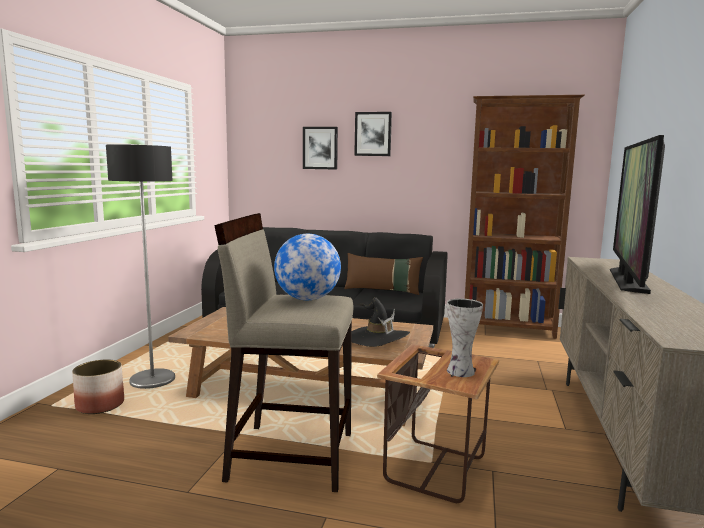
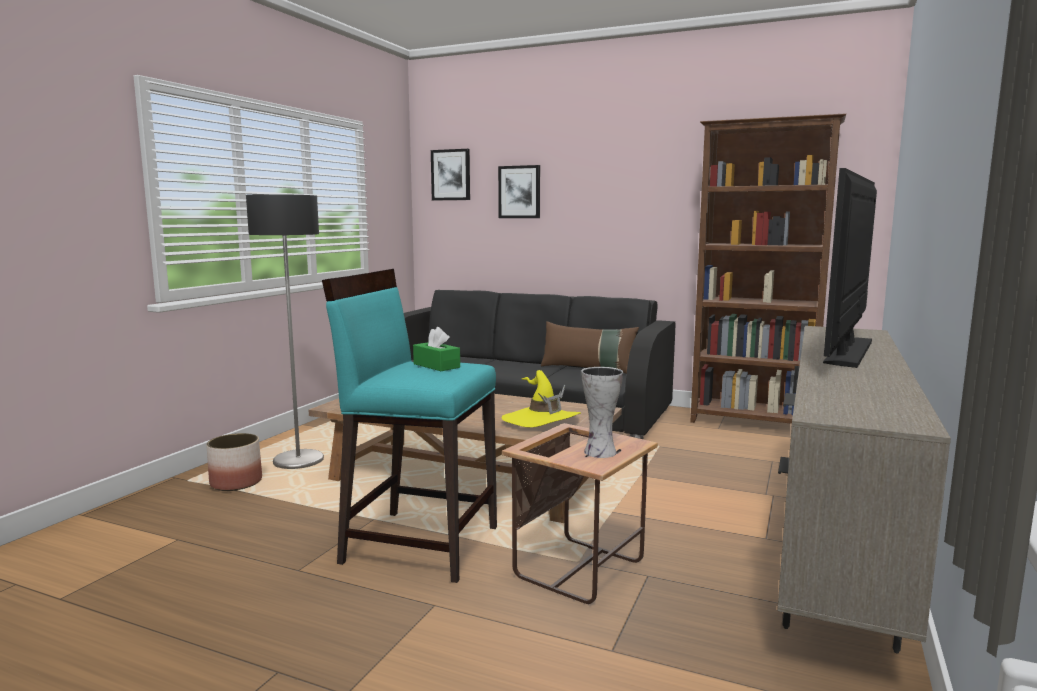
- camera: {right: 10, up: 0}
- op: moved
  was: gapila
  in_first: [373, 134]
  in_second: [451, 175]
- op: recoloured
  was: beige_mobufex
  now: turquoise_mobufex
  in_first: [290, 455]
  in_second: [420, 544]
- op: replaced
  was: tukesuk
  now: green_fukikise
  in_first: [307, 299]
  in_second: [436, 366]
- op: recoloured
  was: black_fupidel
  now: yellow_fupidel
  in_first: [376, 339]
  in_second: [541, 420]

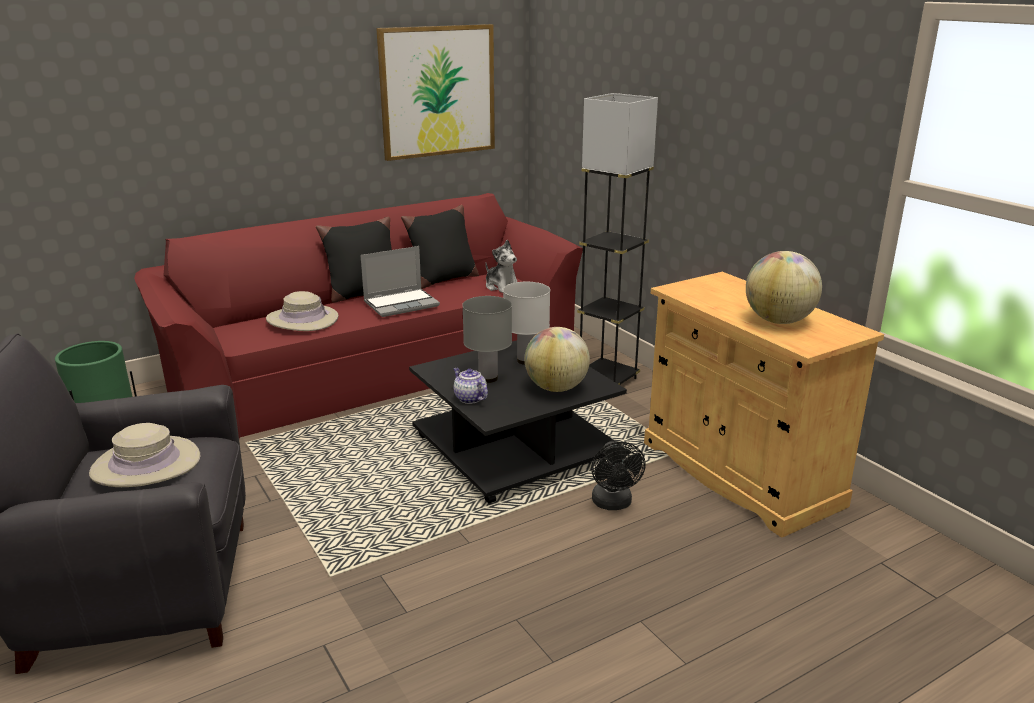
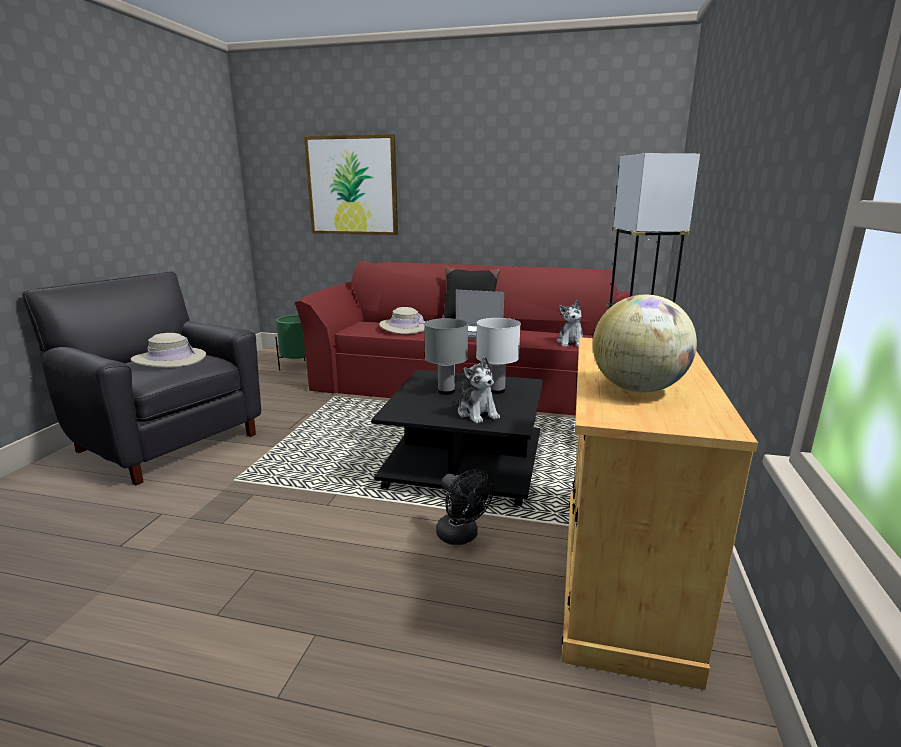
- camera: {right: 45, up: -5}
- op: moved
  was: gapila
  in_first: [437, 91]
  in_second: [352, 186]
- op: removed
  was: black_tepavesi
  in_first: [443, 280]
- op: replaced
  was: tukesuk
  now: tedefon
  in_first: [556, 388]
  in_second: [477, 413]
- op: removed
  was: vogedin
  in_first: [469, 398]
- op: turned
  was: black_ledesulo
  in_first: [613, 504]
  in_second: [461, 536]
  clockwise: -75

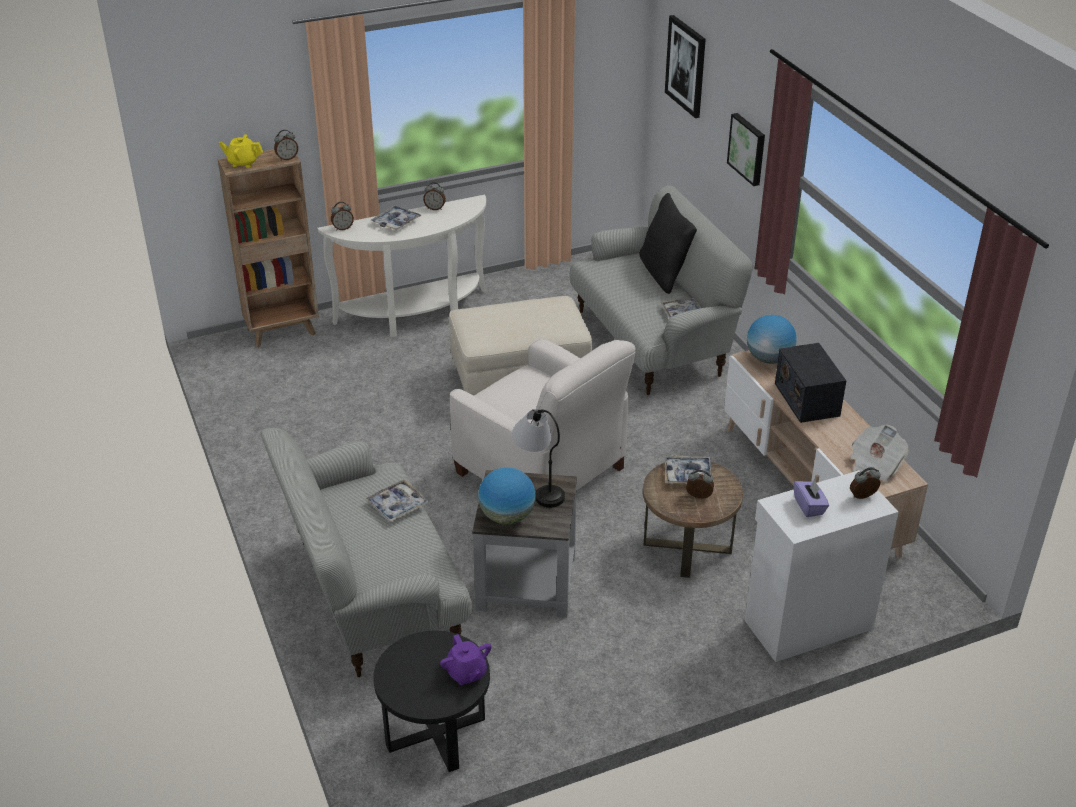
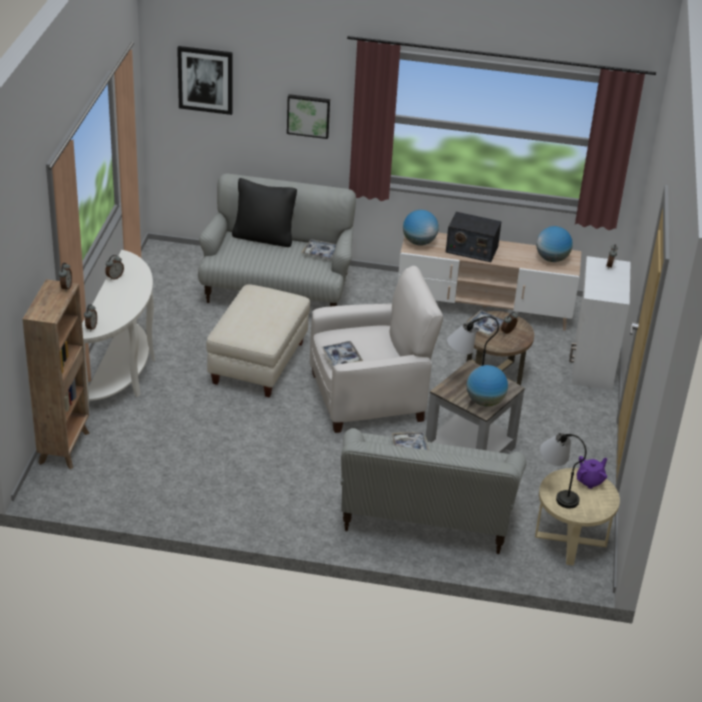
- camera: {right: -60, up: 0}
- op: removed
  was: yellow_vogedin
  in_first: [243, 163]
- op: moved
  was: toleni
  in_first: [396, 222]
  in_second: [341, 357]
- op: replaced
  was: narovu
  now: tukesuk
  in_first: [874, 466]
  in_second: [552, 259]
- op: removed
  was: purple_fukikise
  in_first: [809, 506]
- op: recoloured
  was: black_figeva
  now: beige_figeva
  in_first: [435, 732]
  in_second: [570, 539]
- op: turned
  was: purple_vogedin
  in_first: [466, 673]
  in_second: [590, 481]
  clockwise: -45
- op: added
  now: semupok
  in_second: [556, 491]

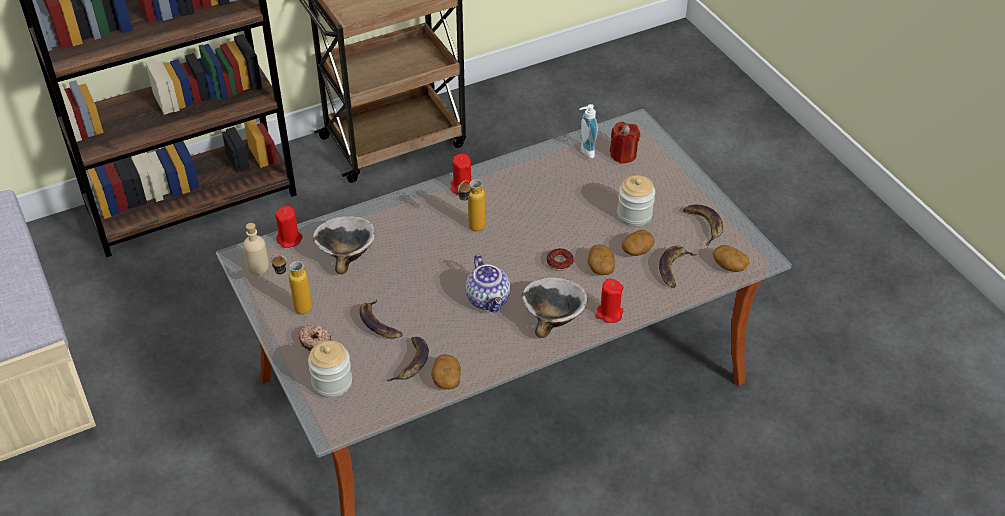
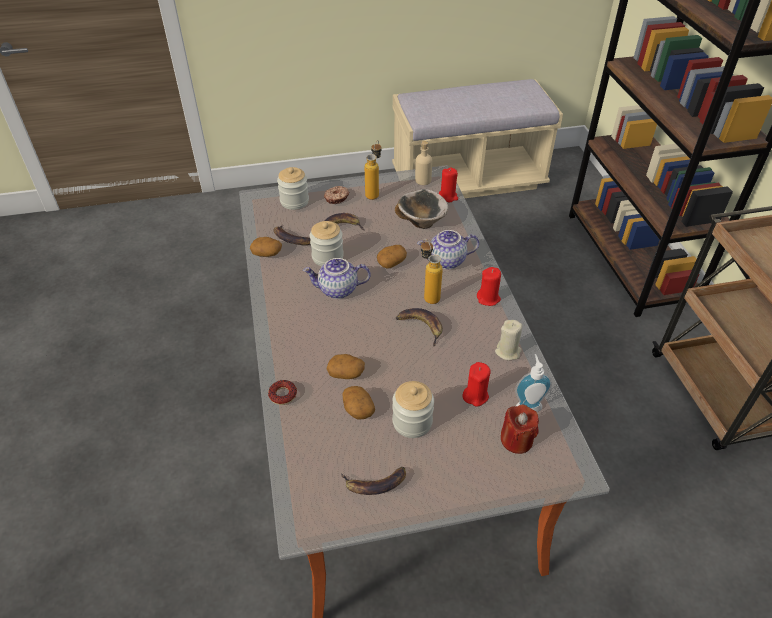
- camera: {right: 105, up: 0}
- op: moved
  was: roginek
  in_first: [673, 268]
  in_second: [421, 326]
- op: moved
  was: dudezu
  in_first: [729, 265]
  in_second: [391, 262]
- op: moved
  was: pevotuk
  in_first: [559, 262]
  in_second: [283, 395]
- op: removed
  was: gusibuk
  in_first: [553, 317]
- op: moved
  was: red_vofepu
  in_first: [609, 313]
  in_second: [475, 395]
- op: added
  now: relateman
  in_second: [327, 257]
- op: added
  now: vogedin
  in_second: [446, 261]
- op: added
  now: beige_vofepu
  in_second: [508, 352]

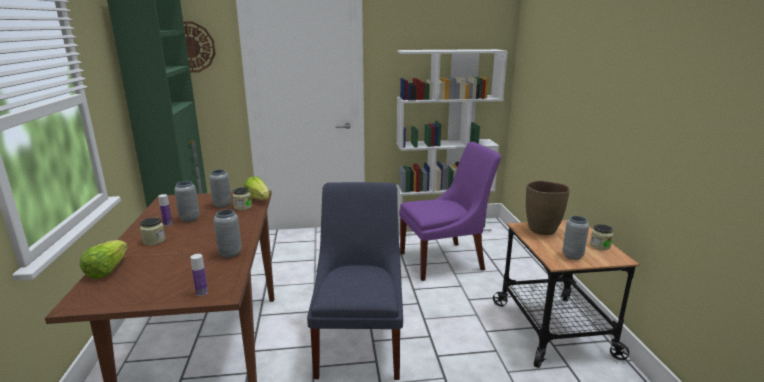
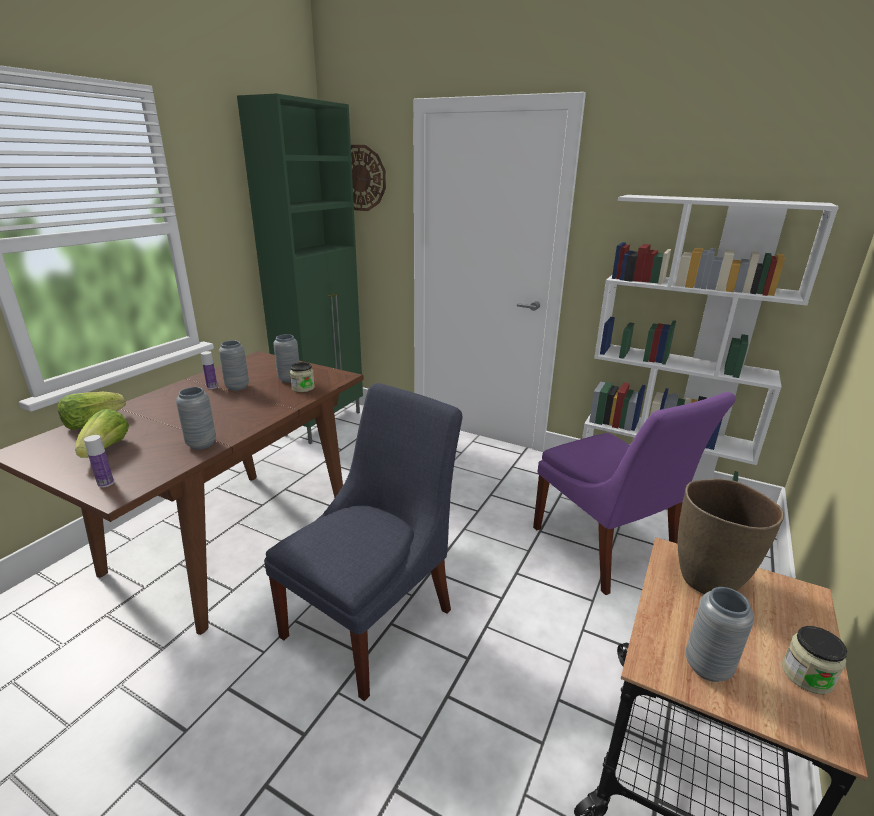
- camera: {right: 35, up: 5}
- op: turned
  was: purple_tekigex
  in_first: [445, 260]
  in_second: [606, 548]
  clockwise: 45
- op: moved
  was: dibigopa
  in_first: [258, 199]
  in_second: [106, 449]
- op: removed
  was: relateman
  in_first: [154, 241]

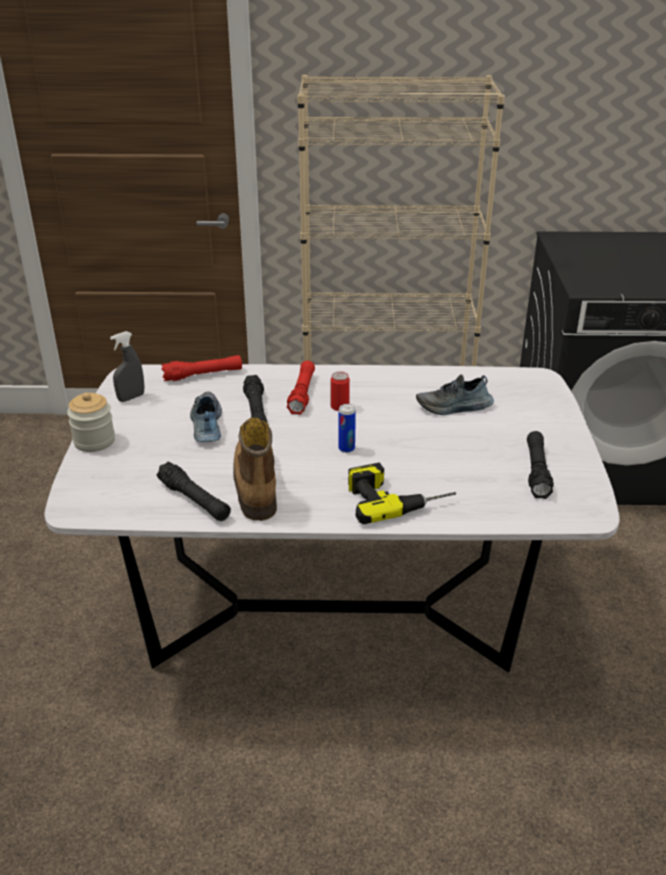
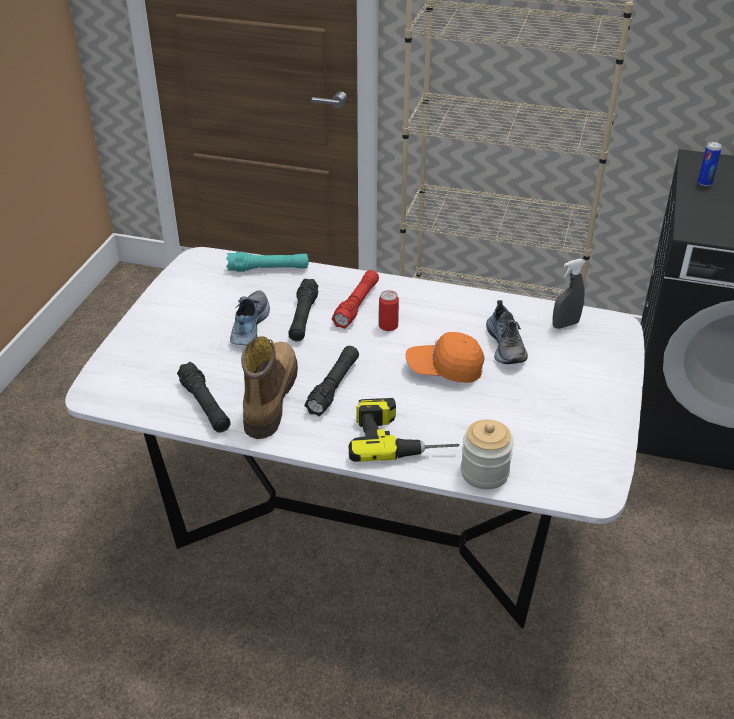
- camera: {right: 15, up: 5}
- op: moved
  was: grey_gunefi
  in_first: [131, 397]
  in_second: [565, 324]
- op: recoloured
  was: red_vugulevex
  now: turquoise_vugulevex
  in_first: [203, 375]
  in_second: [268, 269]
- op: turned
  was: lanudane
  in_first: [454, 407]
  in_second: [506, 346]
  clockwise: -105
- op: moved
  was: relateman
  in_first: [94, 441]
  in_second: [484, 473]
- op: moved
  was: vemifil
  in_first: [346, 448]
  in_second: [704, 183]
- op: moved
  was: black_vugulevex
  in_first: [536, 471]
  in_second: [333, 387]
- op: added
  now: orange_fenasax
  in_second: [444, 369]

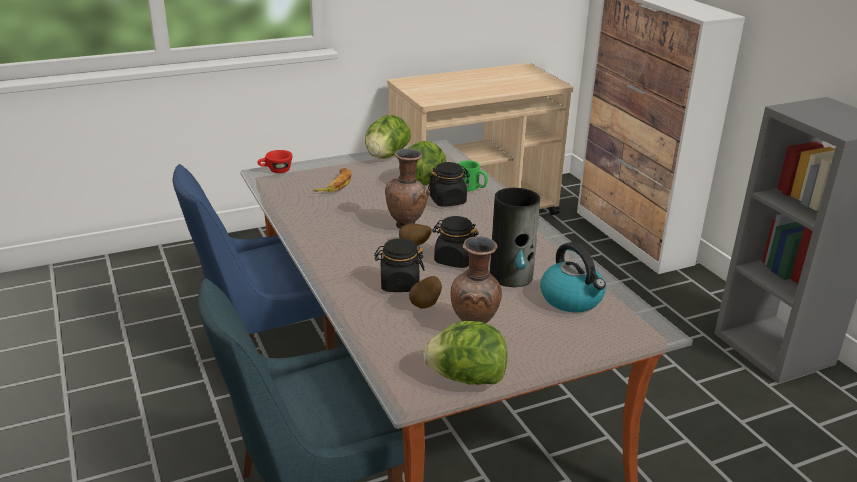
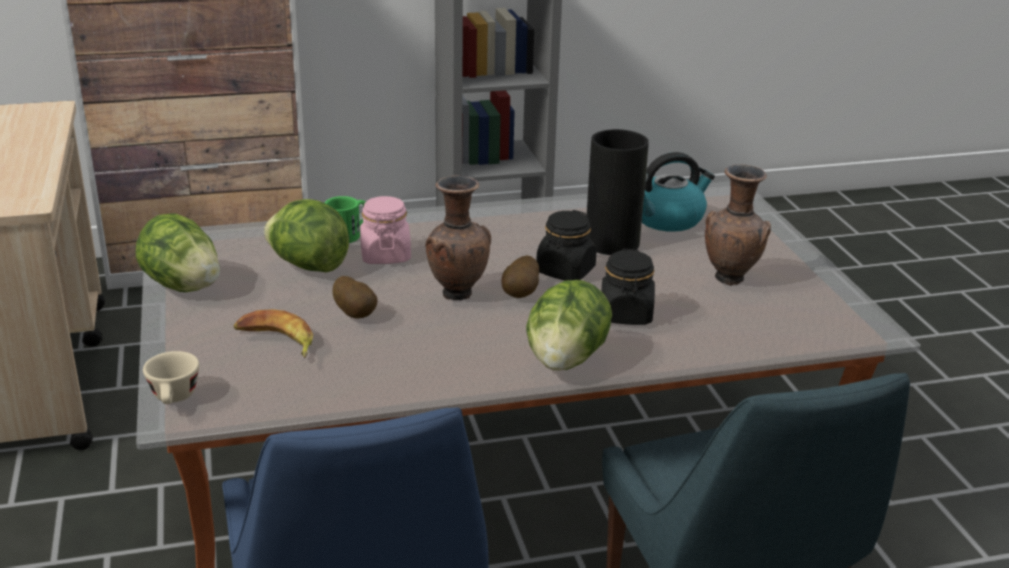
- camera: {right: -80, up: 0}
- op: recoloured
  was: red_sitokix
  now: beige_sitokix
  in_first: [276, 171]
  in_second: [174, 399]
- op: recoloured
  was: black_relateman
  now: pink_relateman
  in_first: [448, 201]
  in_second: [385, 255]
- op: moved
  was: dudezu
  in_first: [426, 305]
  in_second: [356, 314]
- op: moved
  was: dibigopa
  in_first: [466, 379]
  in_second: [566, 360]

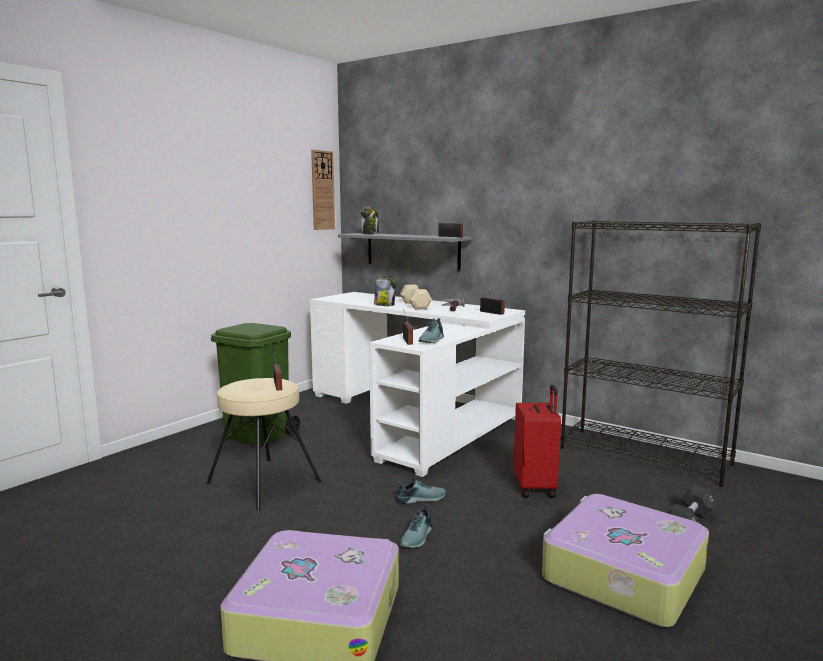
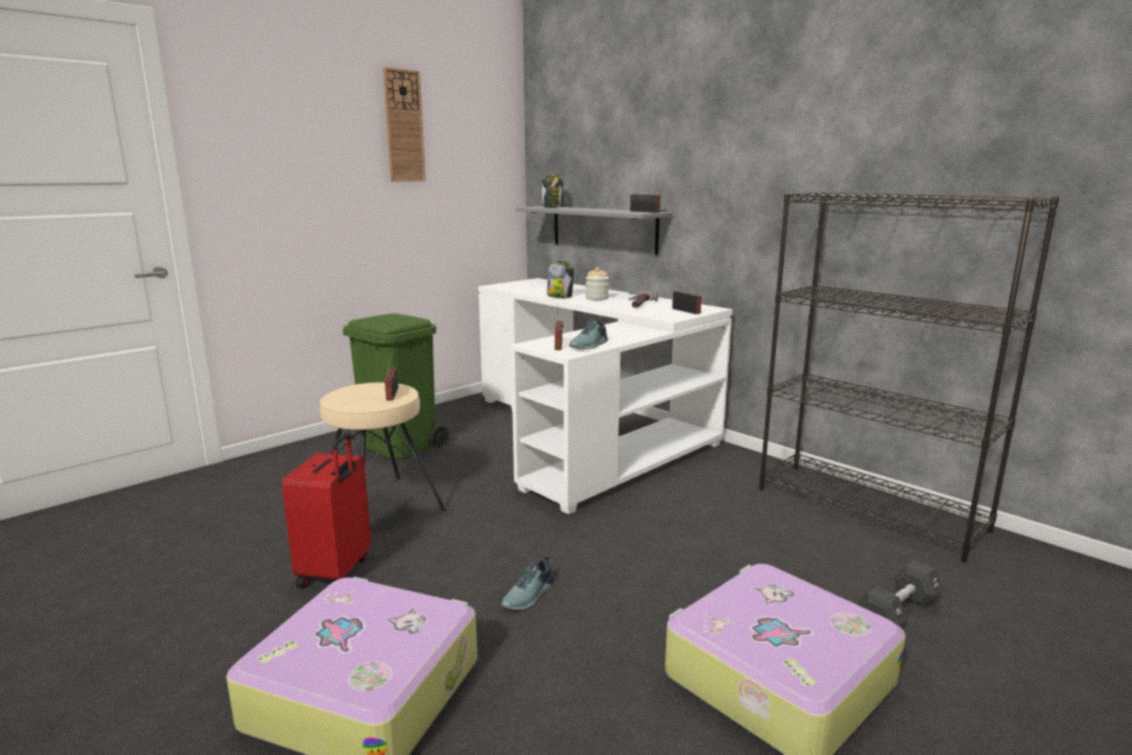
- camera: {right: 10, up: 5}
- op: moved
  was: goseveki
  in_first: [322, 190]
  in_second: [404, 126]
- op: replaced
  was: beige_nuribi
  now: relateman
  in_first: [415, 305]
  in_second: [597, 298]
- op: moved
  was: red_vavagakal
  in_first: [536, 487]
  in_second: [336, 572]
- op: removed
  was: lanudane
  in_first: [420, 498]

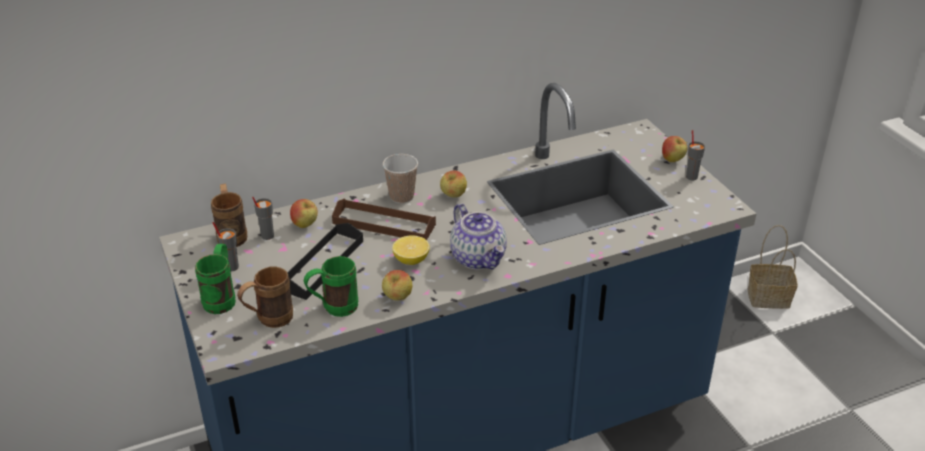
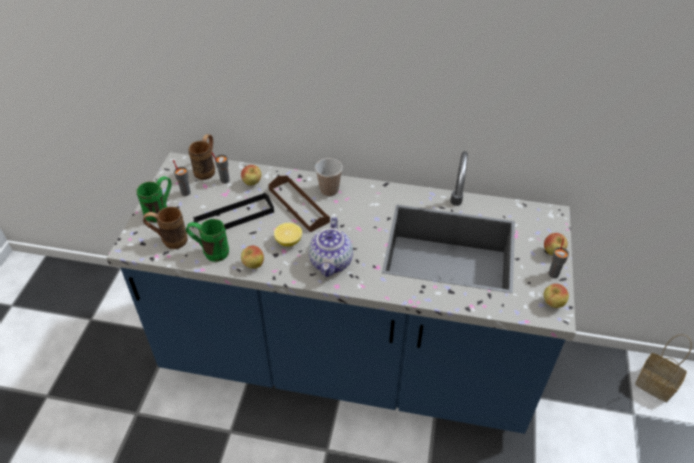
- camera: {right: 35, up: 10}
- op: moved
  was: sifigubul
  in_first: [453, 196]
  in_second: [552, 304]

